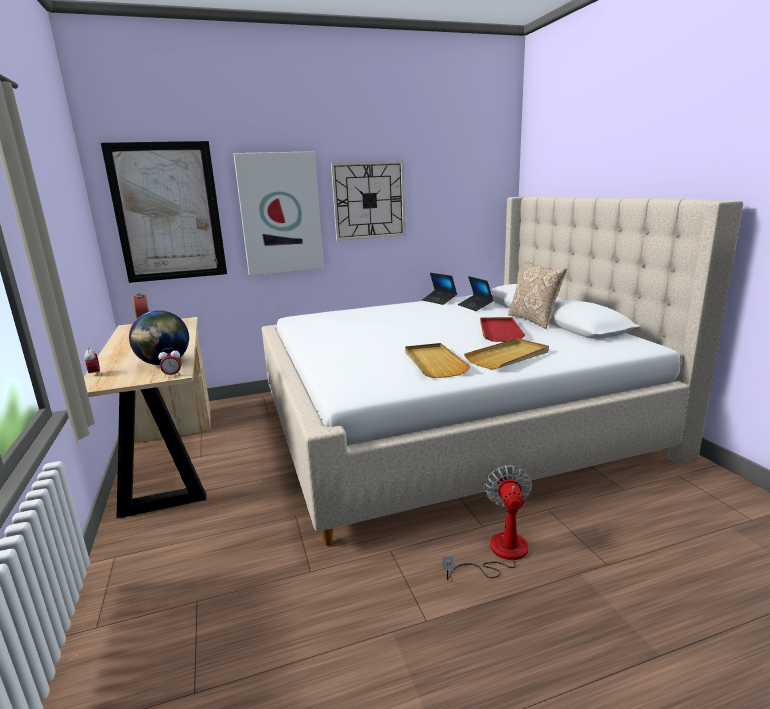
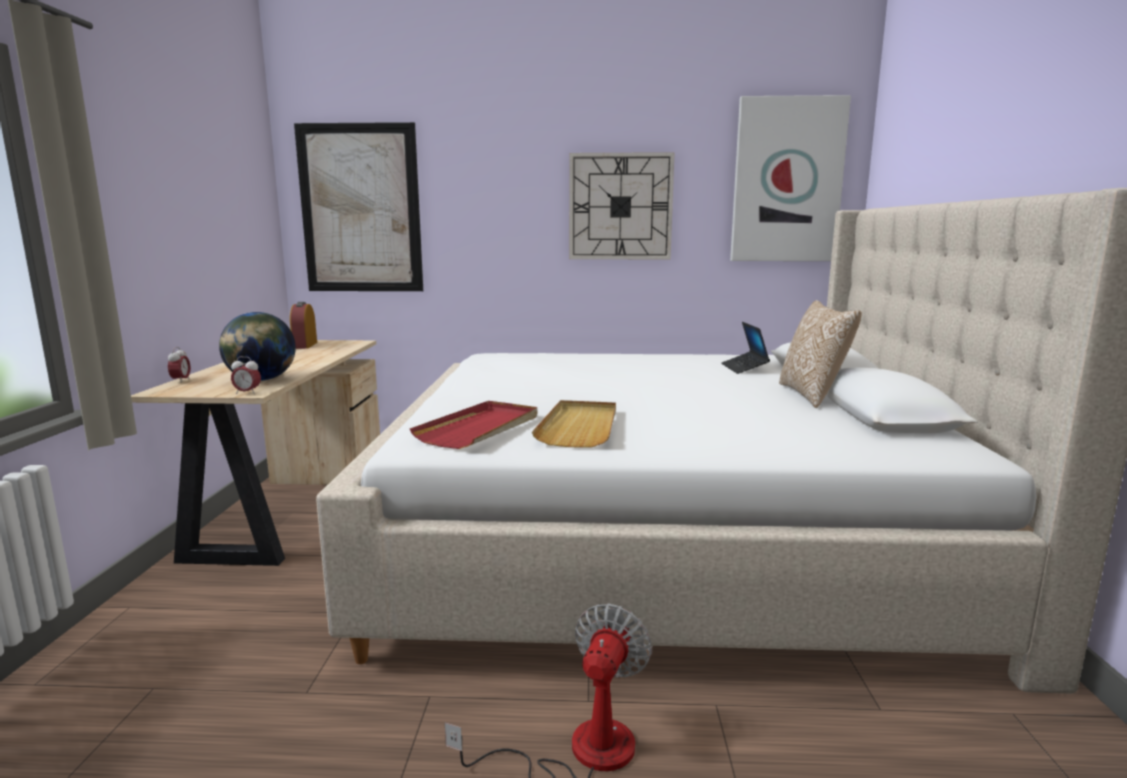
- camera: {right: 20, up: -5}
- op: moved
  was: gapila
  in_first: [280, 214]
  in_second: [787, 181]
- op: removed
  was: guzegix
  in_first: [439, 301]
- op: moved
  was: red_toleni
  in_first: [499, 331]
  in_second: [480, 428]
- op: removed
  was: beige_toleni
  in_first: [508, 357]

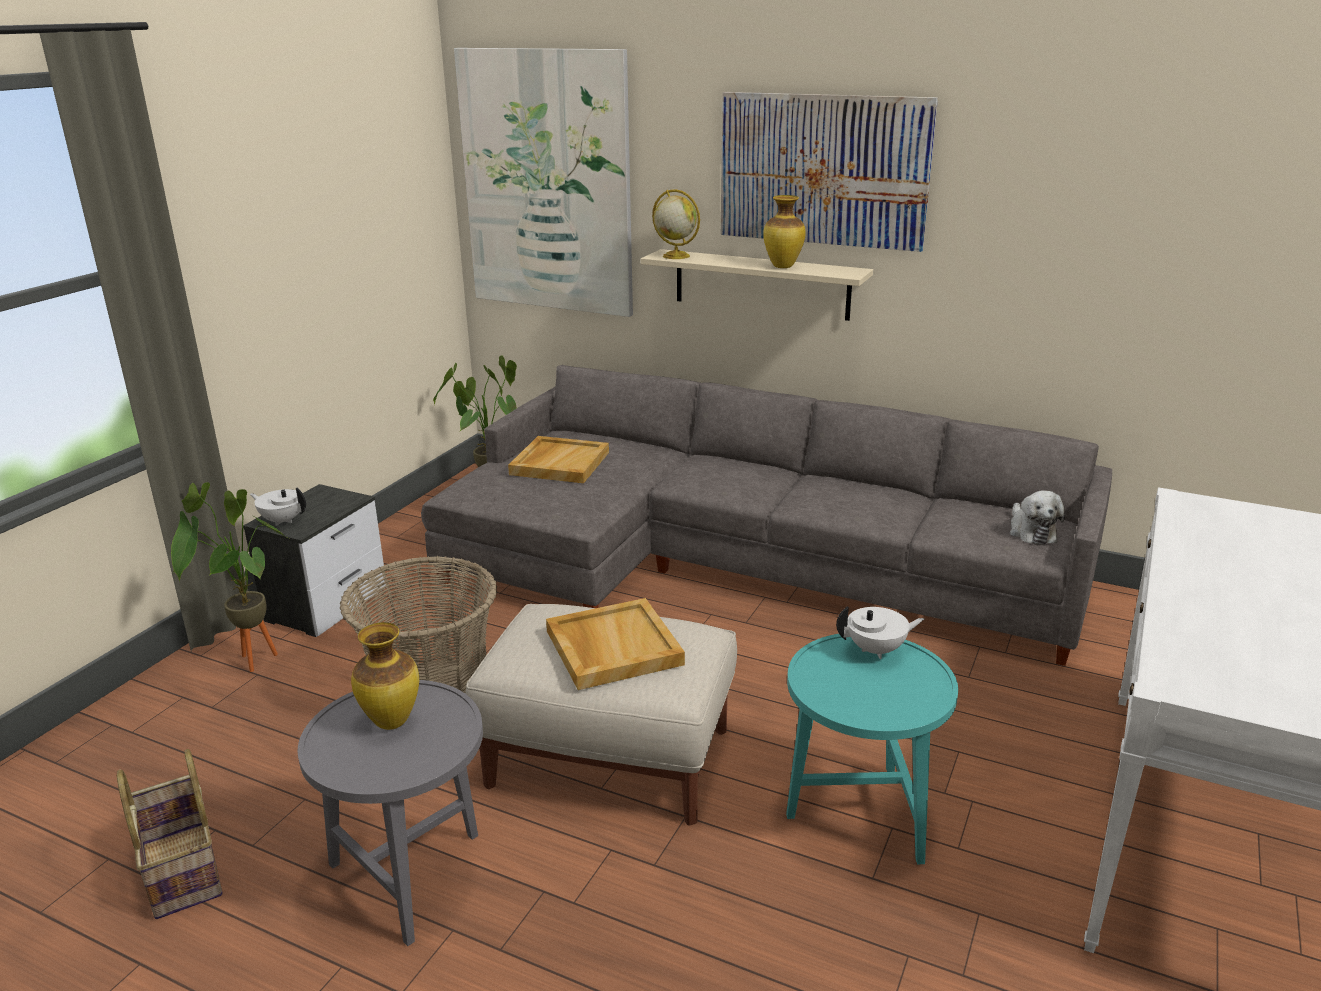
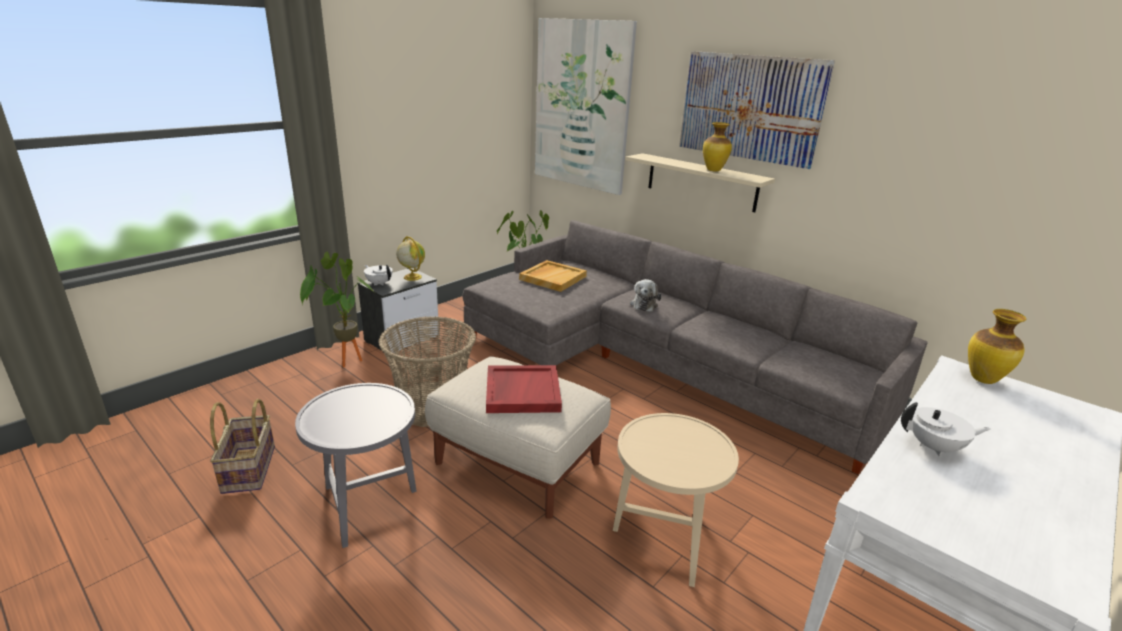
- camera: {right: 15, up: 0}
- op: moved
  was: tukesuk
  in_first: [675, 256]
  in_second: [412, 277]
- op: moved
  was: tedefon
  in_first: [1031, 531]
  in_second: [644, 304]
- op: recoloured
  was: beige_toleni
  now: red_toleni
  in_first: [612, 647]
  in_second: [522, 391]
- op: moved
  was: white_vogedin
  in_first: [876, 650]
  in_second: [935, 447]
- op: moved
  was: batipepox
  in_first: [392, 721]
  in_second: [983, 379]
- op: recoloured
  was: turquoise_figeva
  now: beige_figeva
  in_first: [859, 814]
  in_second: [663, 540]

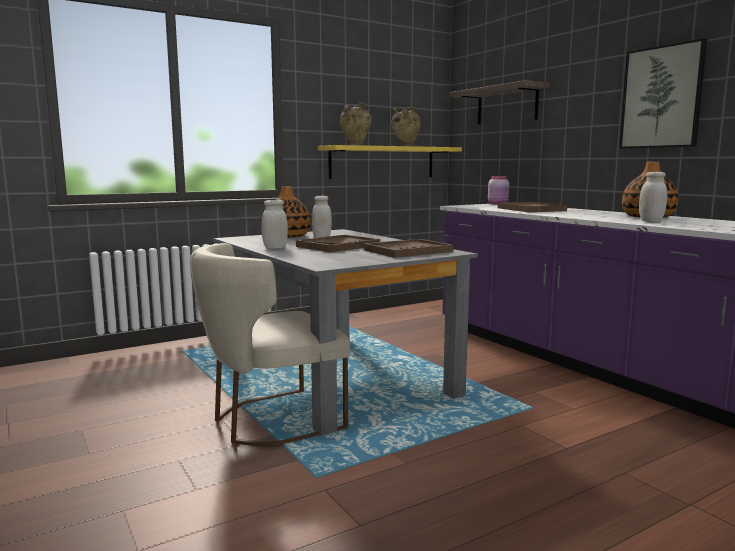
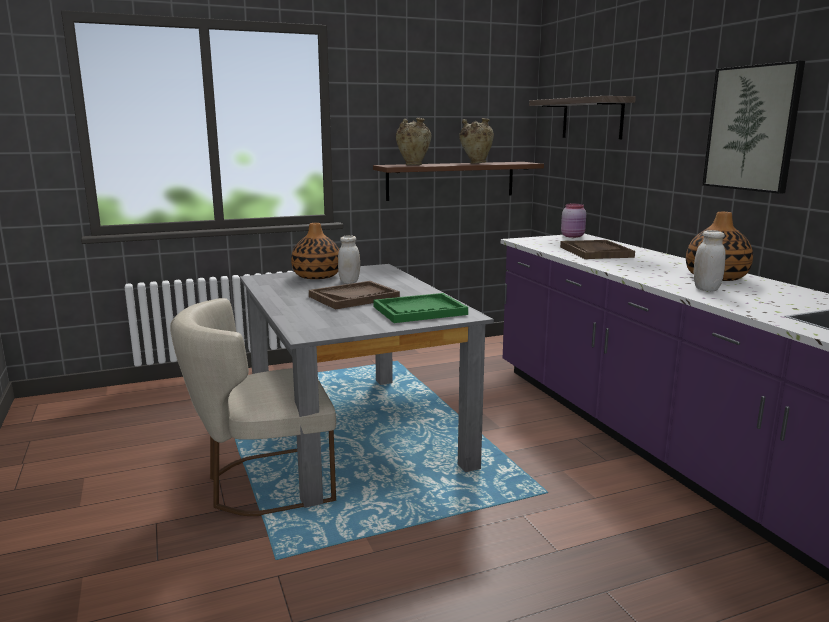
- camera: {right: 10, up: 5}
- op: recoloured
  was: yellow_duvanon
  now: brown_duvanon
  in_first: [382, 162]
  in_second: [451, 180]
- op: removed
  was: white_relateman
  in_first: [275, 248]
- op: recoloured
  was: brown_toleni
  now: green_toleni
  in_first: [407, 251]
  in_second: [419, 311]

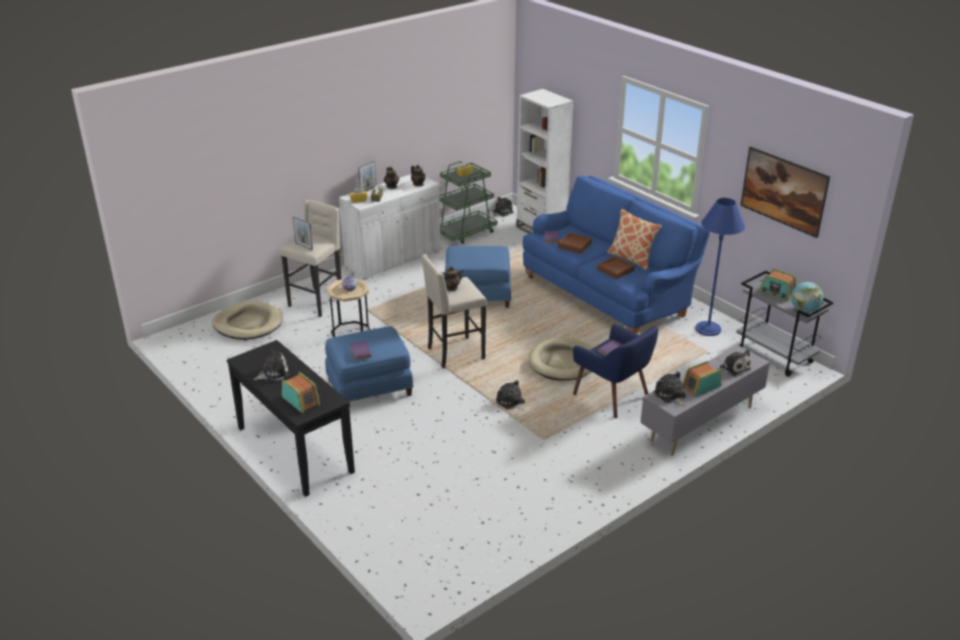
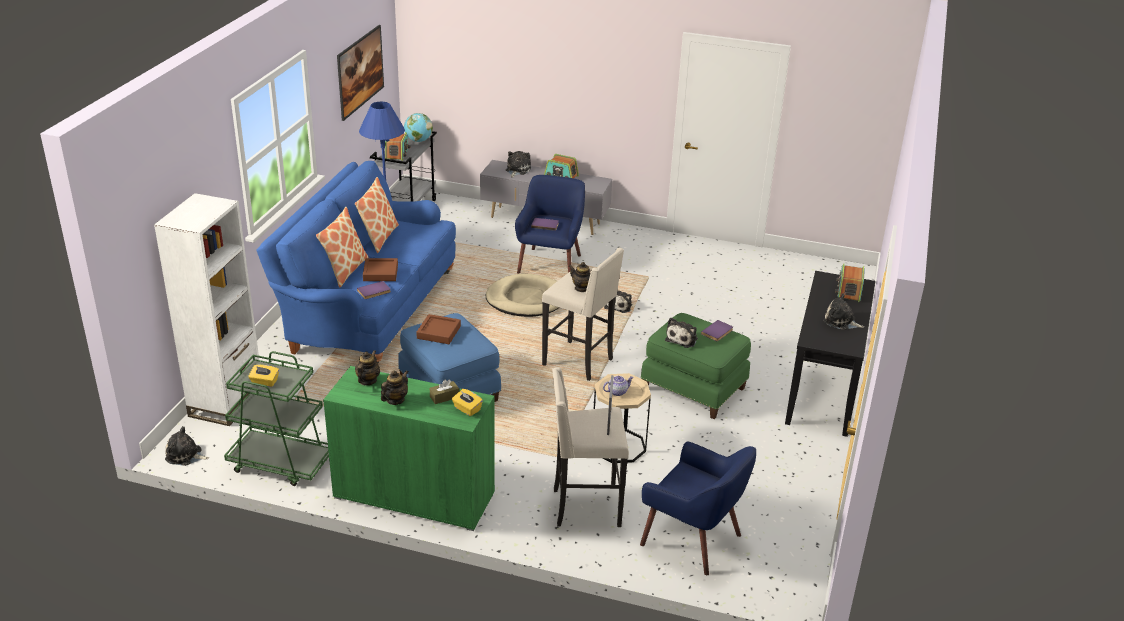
- camera: {right: -125, up: 0}
- op: removed
  was: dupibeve
  in_first: [368, 189]
- op: recoloured
  was: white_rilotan
  now: green_rilotan
  in_first: [393, 259]
  in_second: [414, 495]
- op: moved
  was: brown_toleni
  in_first: [615, 270]
  in_second: [438, 332]
- op: replaced
  was: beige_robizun
  now: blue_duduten
  in_first: [248, 324]
  in_second: [692, 539]
- op: recoloured
  was: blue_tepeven
  now: green_tepeven
  in_first: [369, 388]
  in_second: [694, 388]
- op: moved
  was: tedefon
  in_first: [670, 396]
  in_second: [682, 339]
- op: added
  now: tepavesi
  in_second: [345, 270]

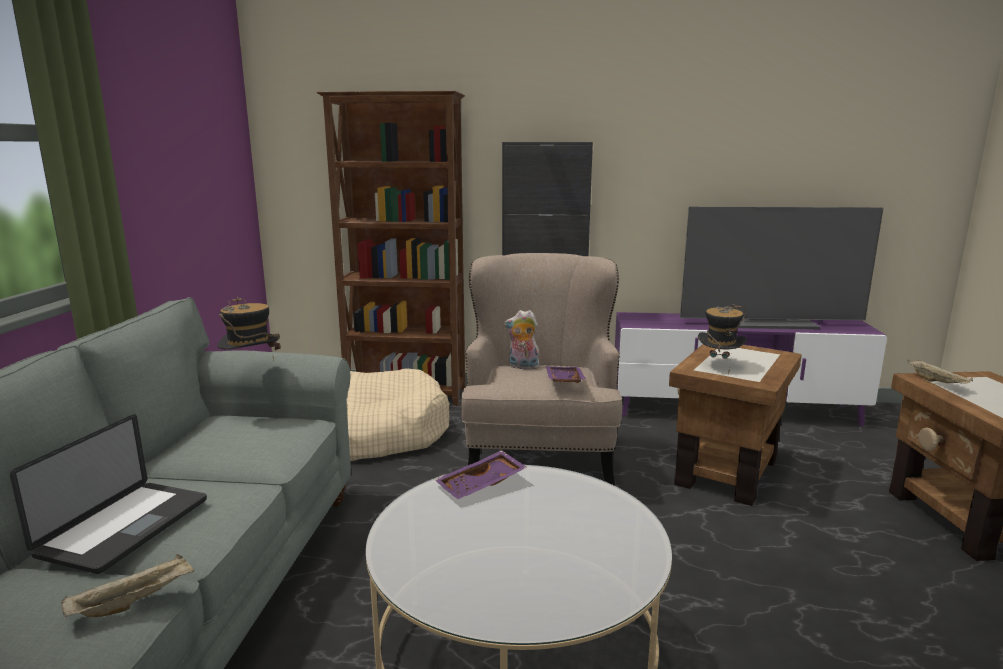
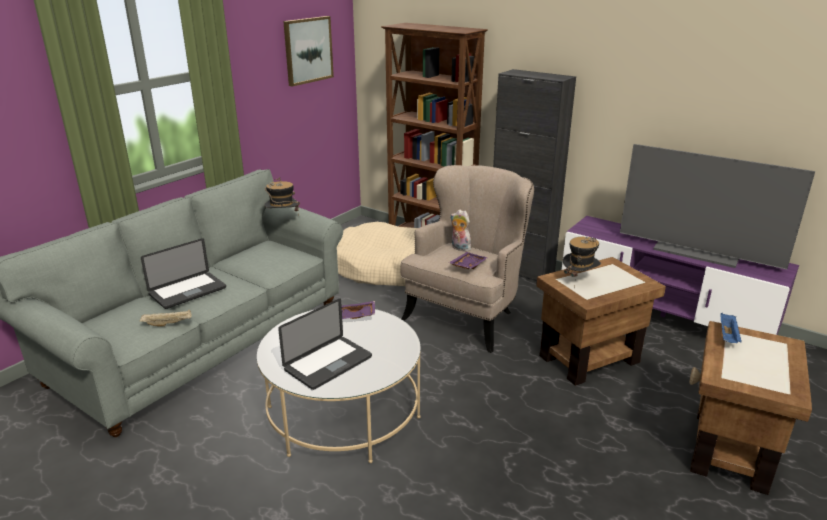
- camera: {right: 30, up: 10}
- op: recoloured
  was: beige_toleni
  now: blue_toleni
  in_first: [937, 382]
  in_second: [728, 336]
- op: added
  now: gapila
  in_second: [308, 50]
- op: added
  now: guzegix
  in_second: [328, 363]

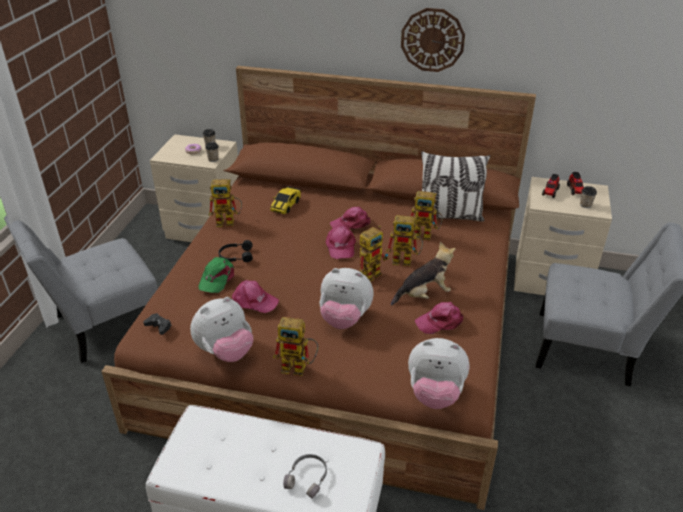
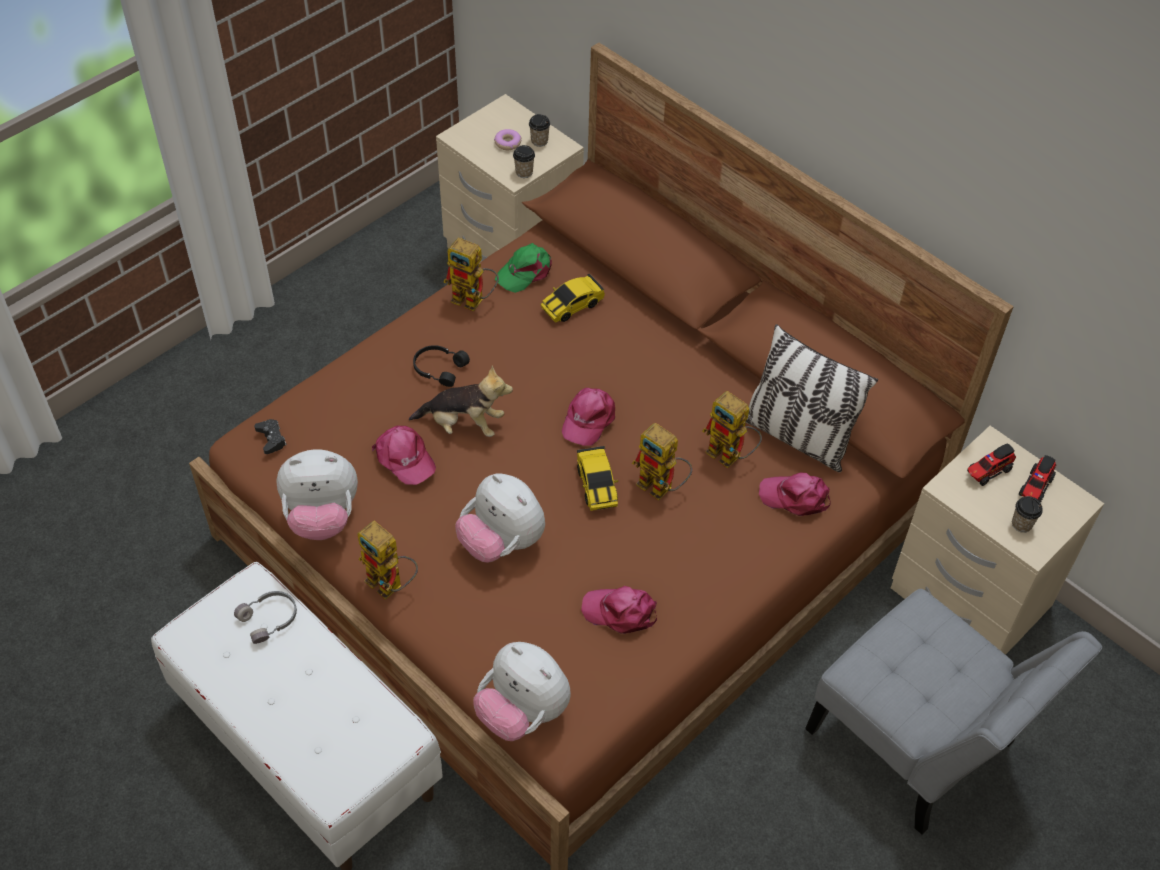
- camera: {right: 30, up: 15}
- op: removed
  was: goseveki
  in_first: [432, 40]
- op: moved
  was: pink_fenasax
  in_first: [351, 224]
  in_second: [795, 497]
- op: removed
  was: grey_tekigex
  in_first: [103, 324]
- op: replaced
  was: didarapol
  now: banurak
  in_first: [372, 272]
  in_second: [596, 485]
- op: moved
  was: tedefon
  in_first: [423, 295]
  in_second: [463, 425]
- op: moved
  was: green_fenasax
  in_first: [217, 279]
  in_second: [525, 272]
- op: moved
  was: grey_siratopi
  in_first: [308, 478]
  in_second: [270, 619]

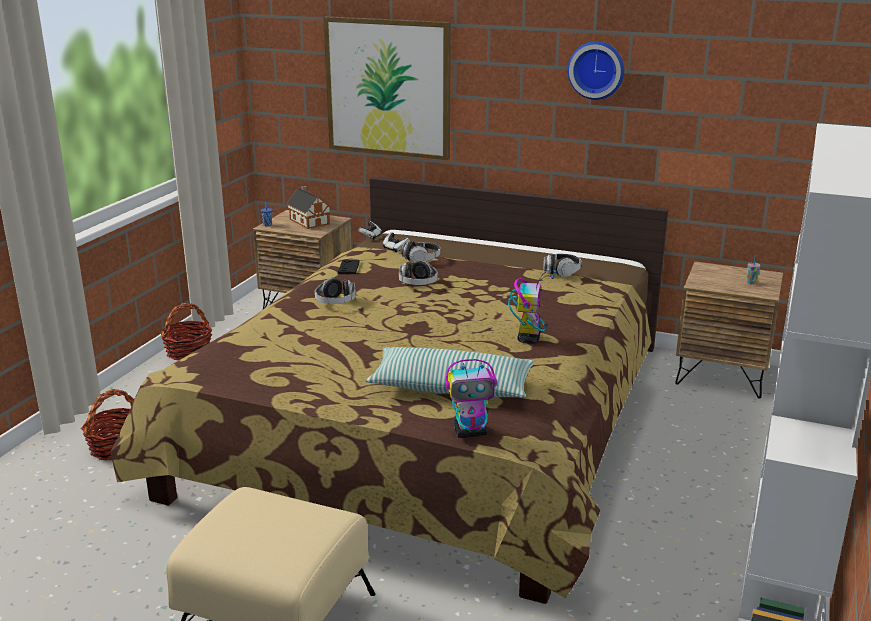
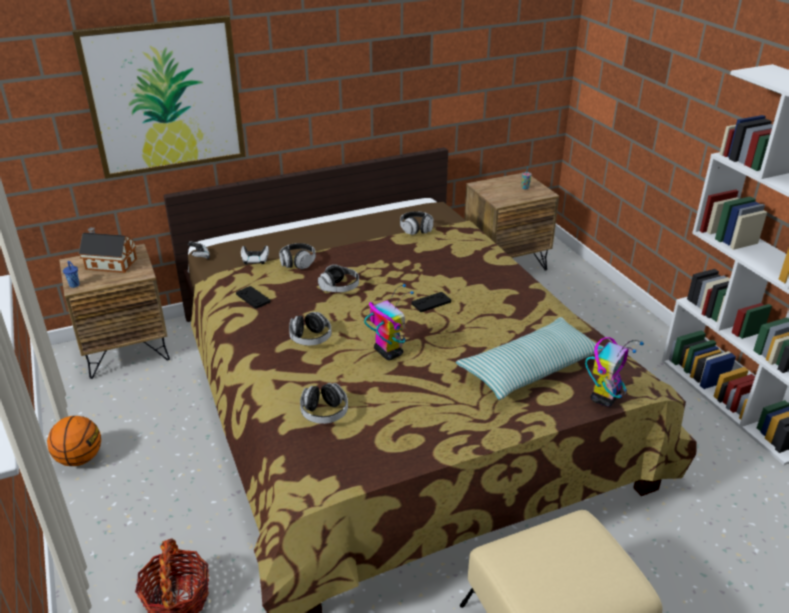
- camera: {right: -45, up: 10}
- op: removed
  was: goseveki
  in_first: [596, 69]
- op: moved
  was: didarapol
  in_first: [528, 338]
  in_second: [388, 352]
- op: replaced
  was: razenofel
  now: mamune
  in_first: [188, 352]
  in_second: [80, 459]
- op: added
  now: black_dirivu
  in_second: [431, 303]
- op: added
  now: siratopi
  in_second: [324, 413]

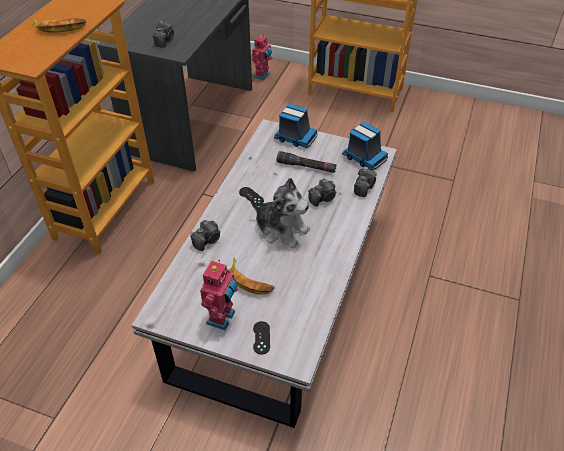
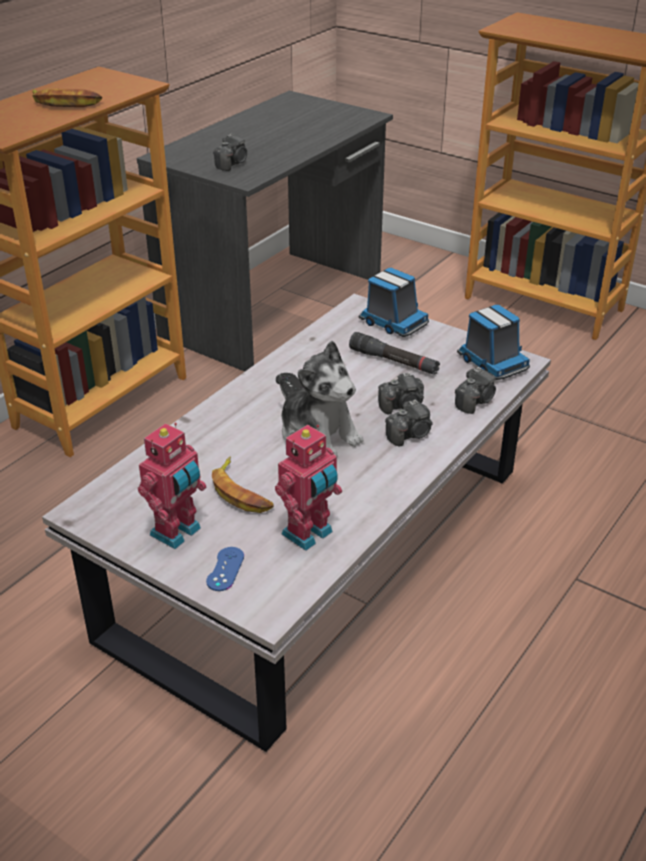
- camera: {right: 15, up: -10}
- op: moved
  was: didarapol
  in_first: [262, 76]
  in_second: [309, 534]
- op: moved
  was: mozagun
  in_first: [207, 240]
  in_second: [410, 435]
- op: recoloured
  was: black_dirivu
  now: blue_dirivu
  in_first: [261, 337]
  in_second: [225, 569]

